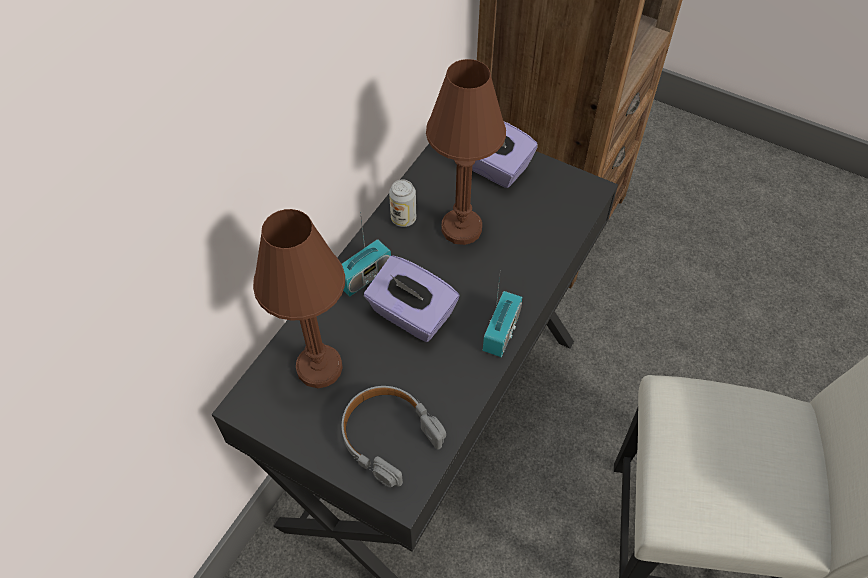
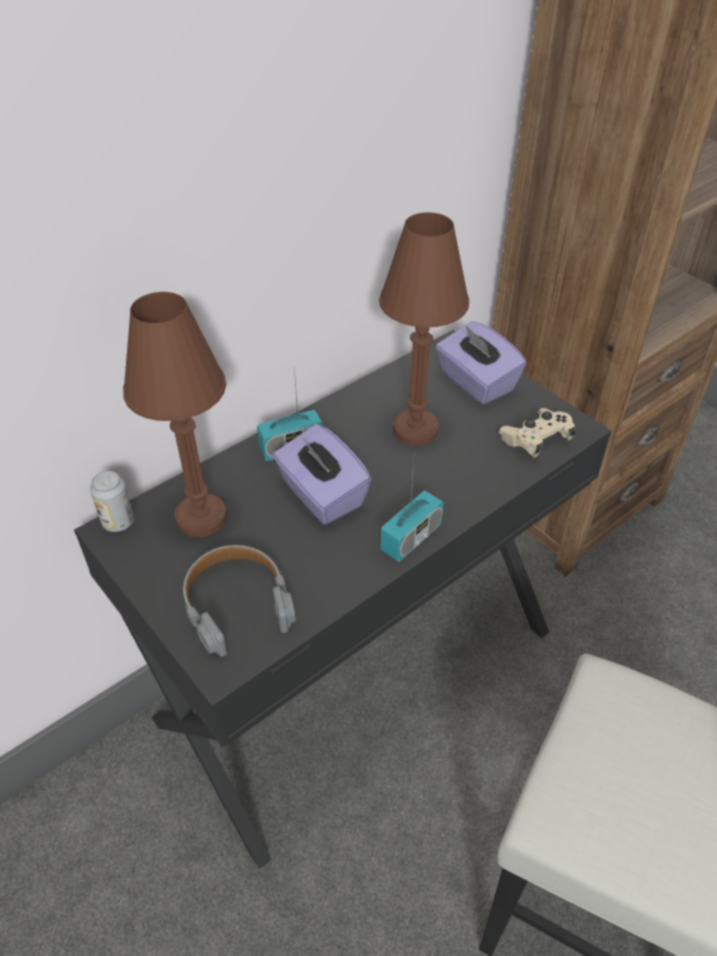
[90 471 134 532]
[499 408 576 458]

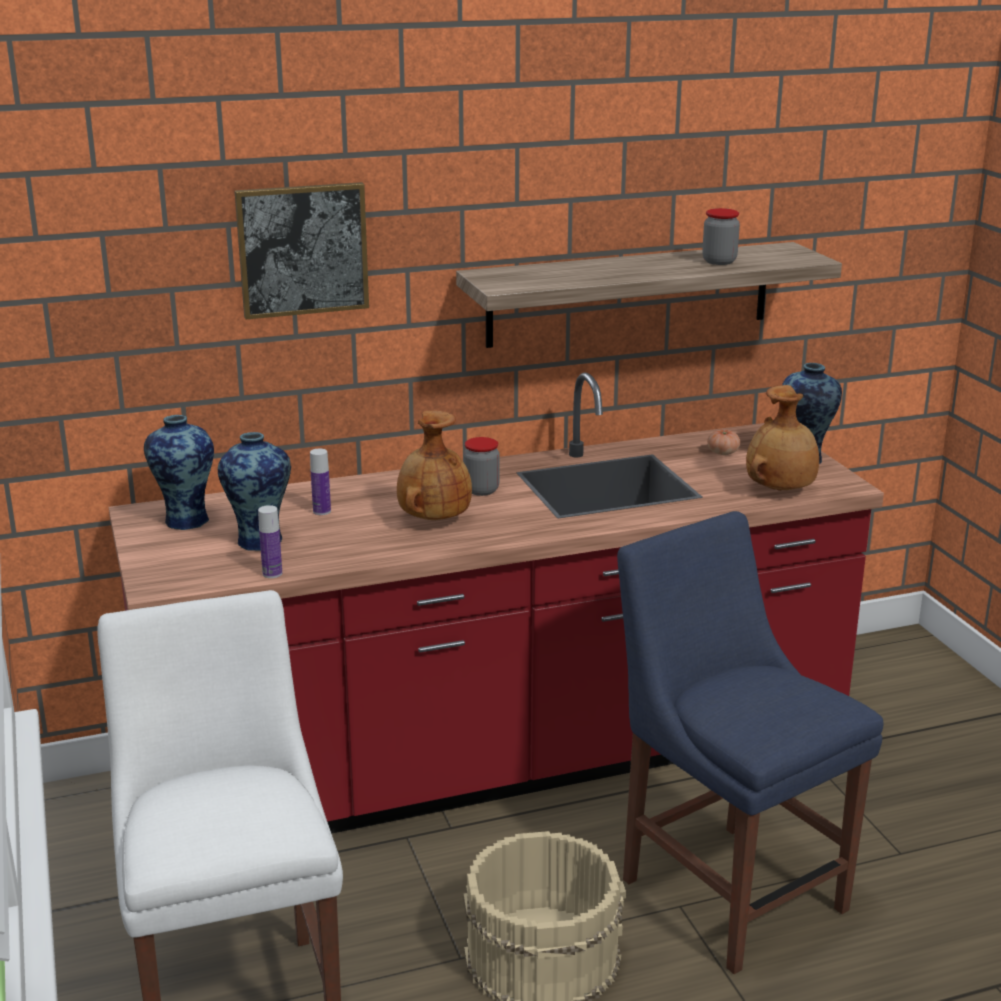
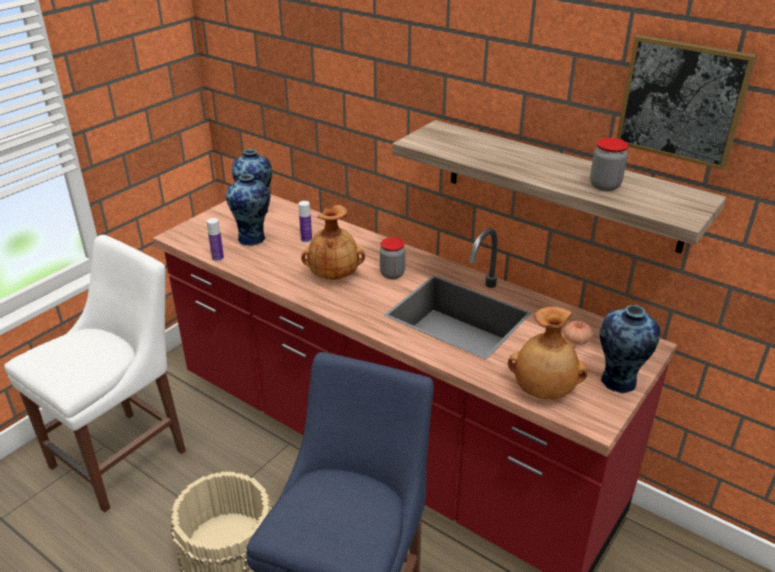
[617 35 757 170]

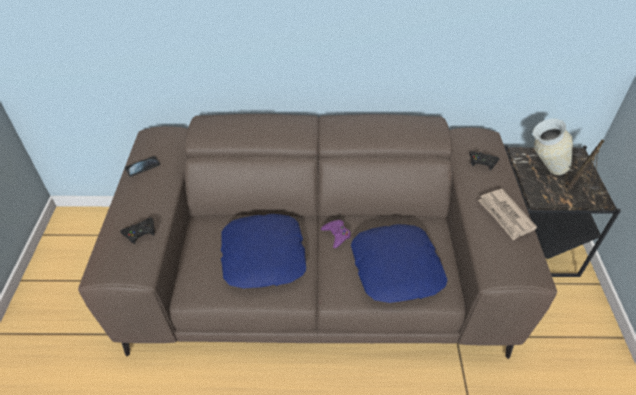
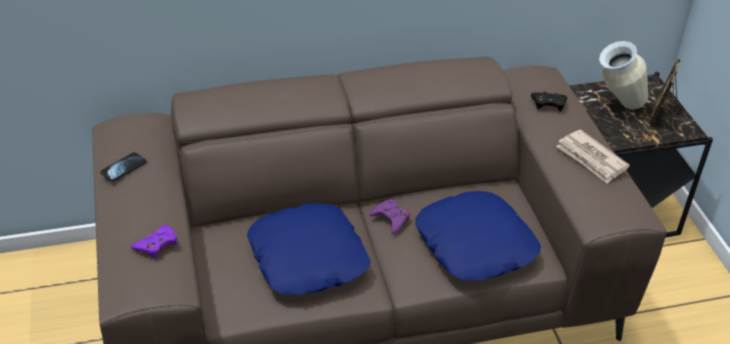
[131 225 177 259]

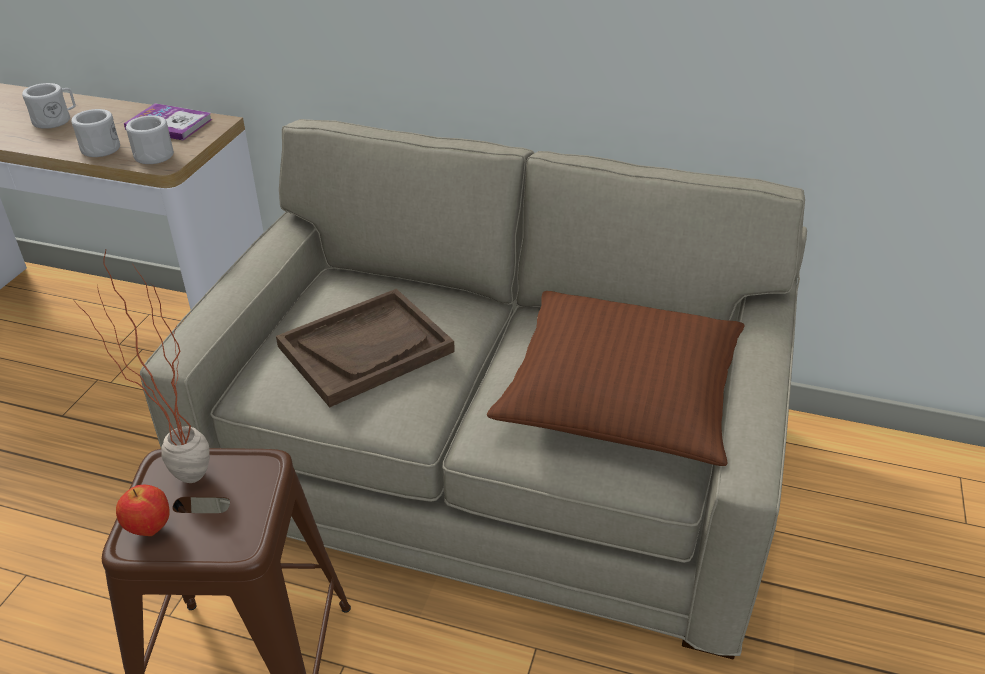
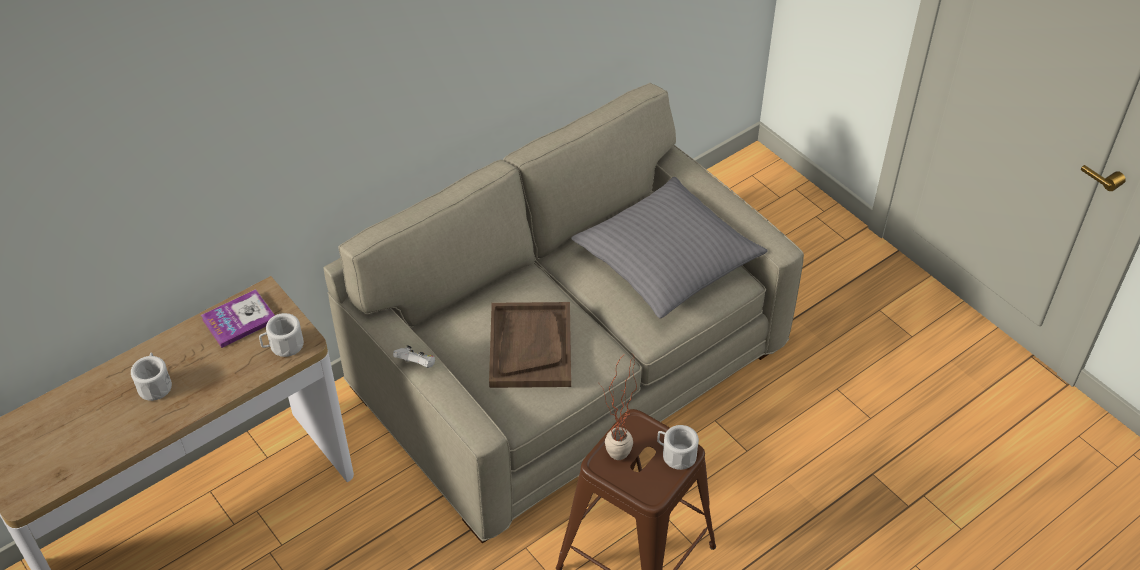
[657 425 699 470]
[571 177 768 319]
[116 484 170 536] (first image)
[393 345 435 368]

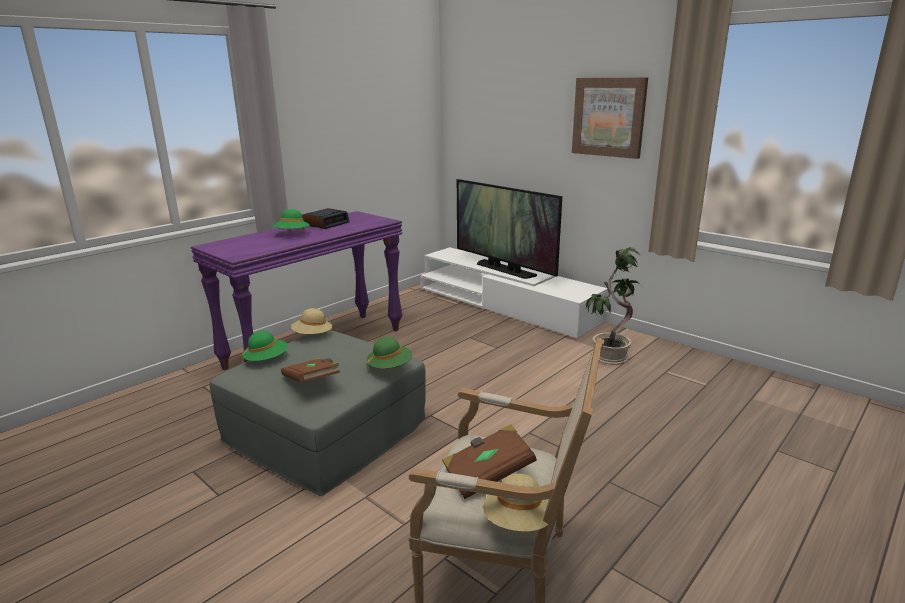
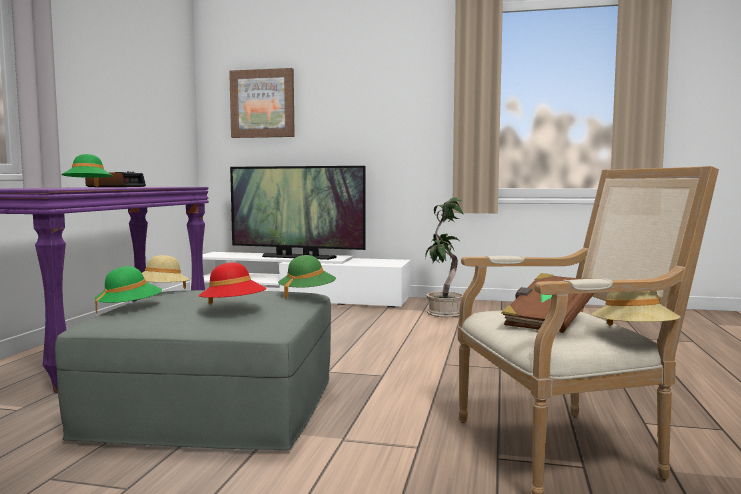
[229 68 295 138]
[199 263 267 305]

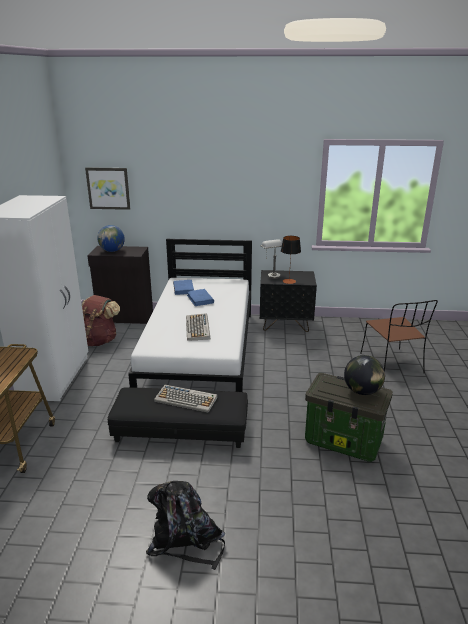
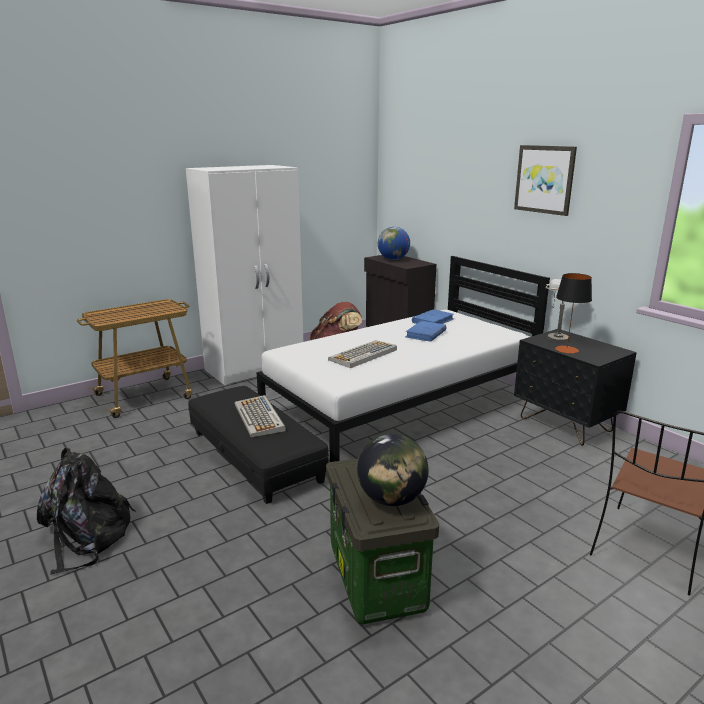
[514 145 577 216]

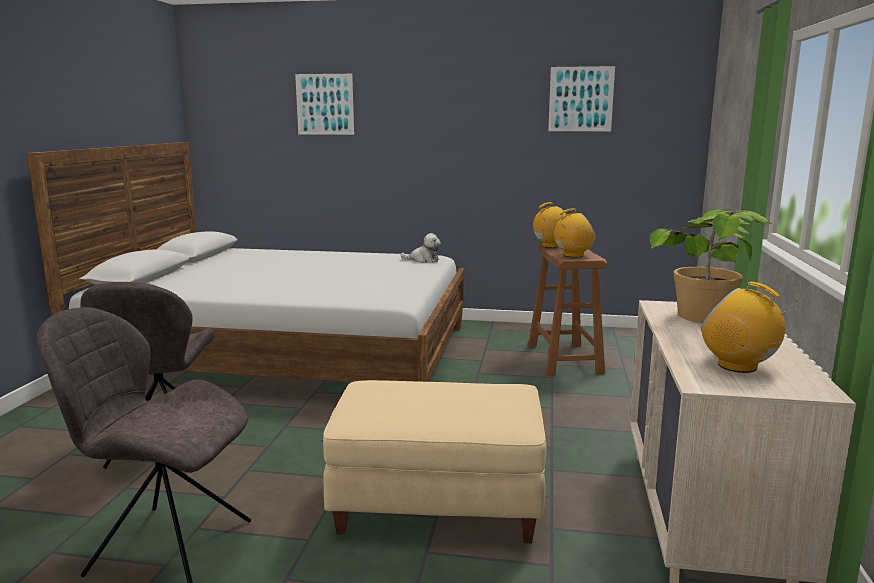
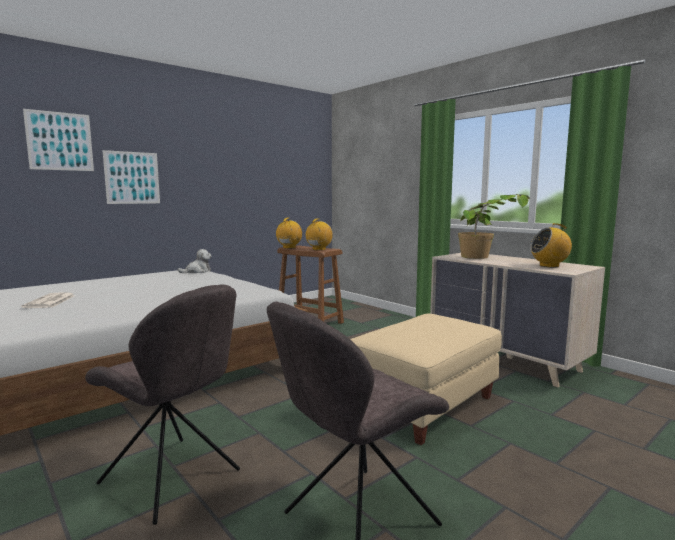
[102 150 160 204]
[21 292 76 308]

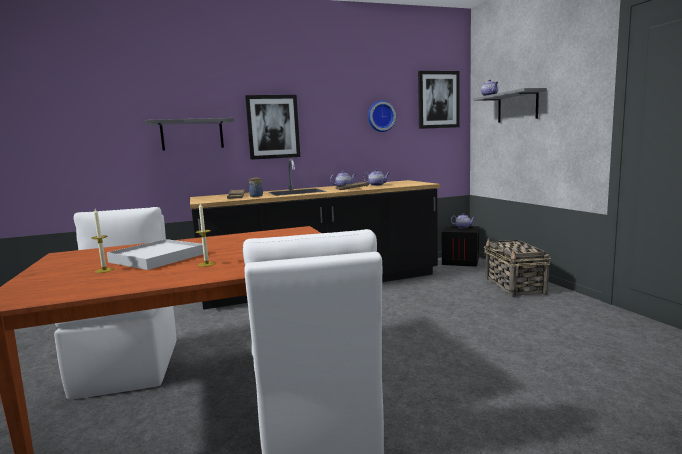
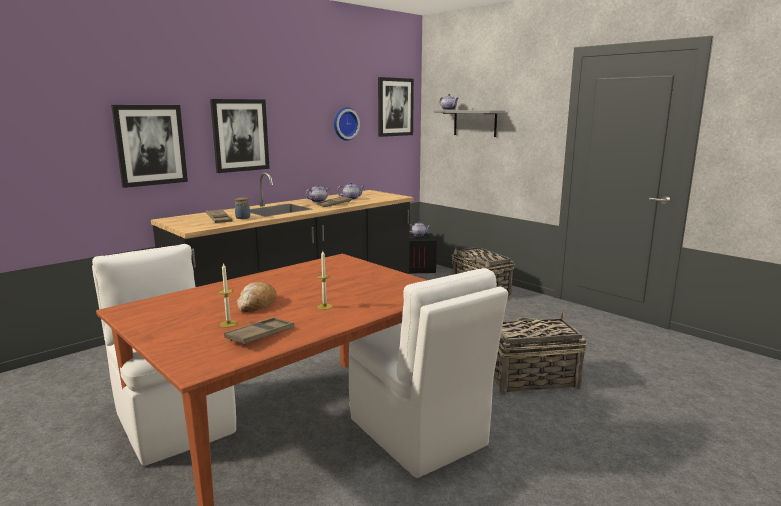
[111 105 188 188]
[237 282 277 312]
[494 313 587 395]
[224 317 294 346]

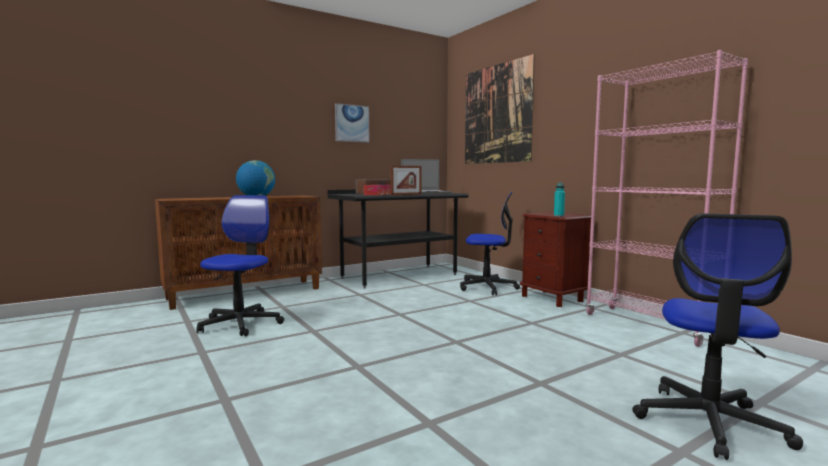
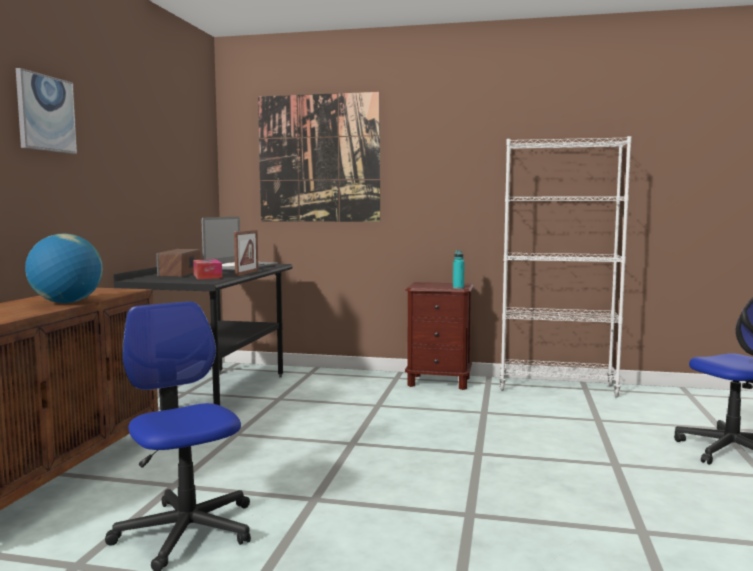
[499 136 632 398]
[16 68 77 154]
[460 191 520 295] (first image)

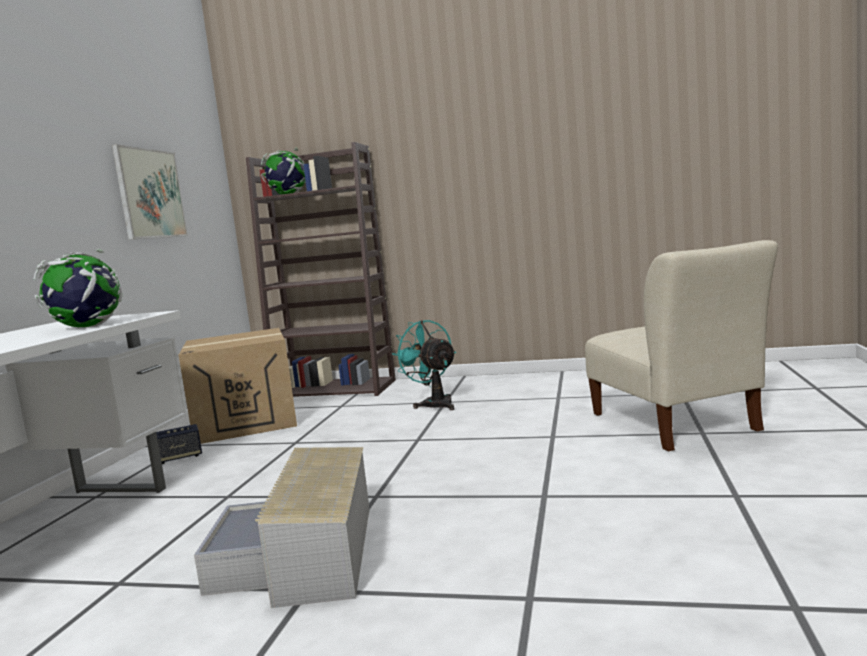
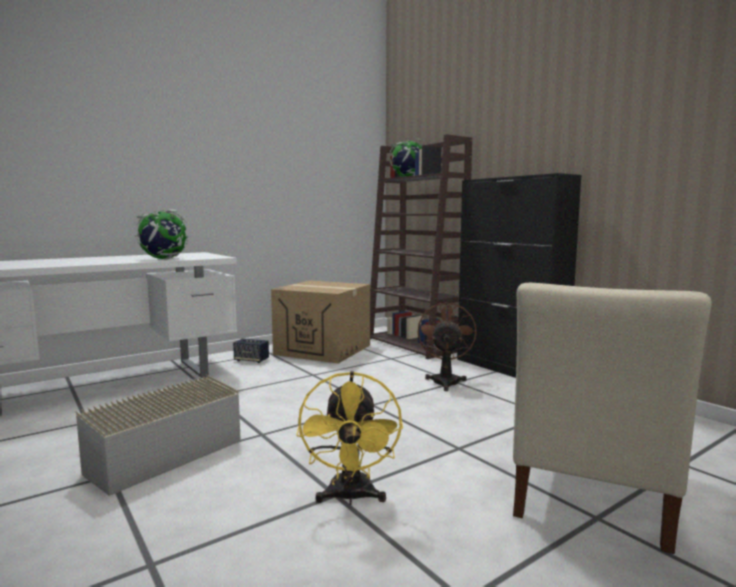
[112 144 188 240] (first image)
[418 302 477 391]
[457 173 581 378]
[296 371 403 505]

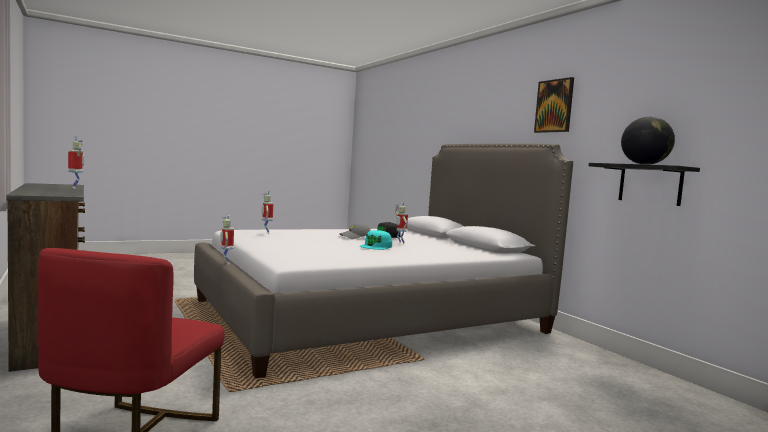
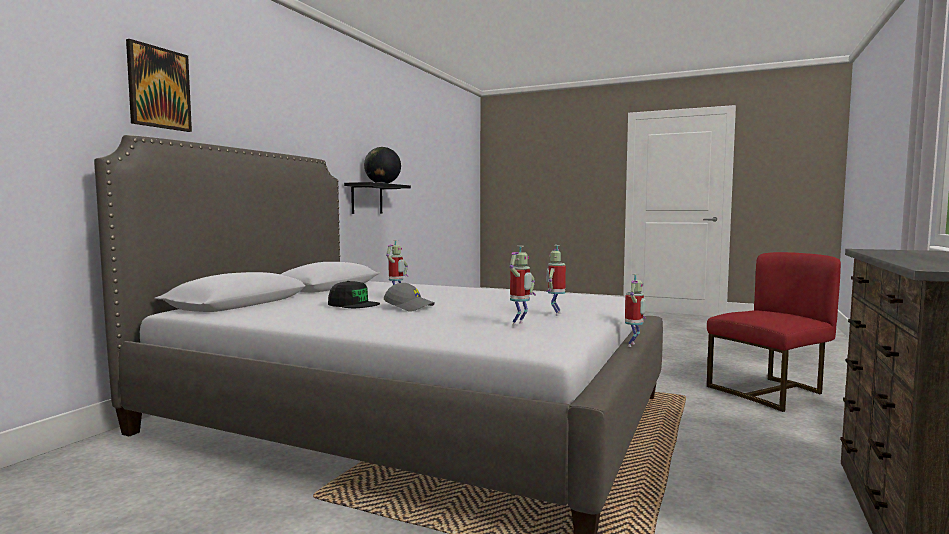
[126 39 192 132]
[546 245 566 316]
[360 230 392 250] (first image)

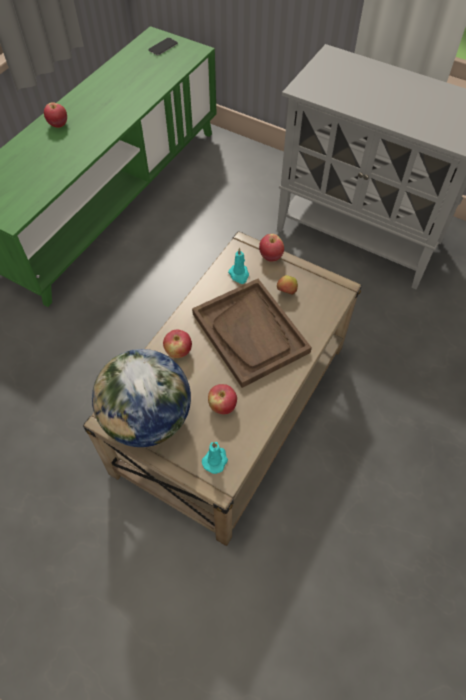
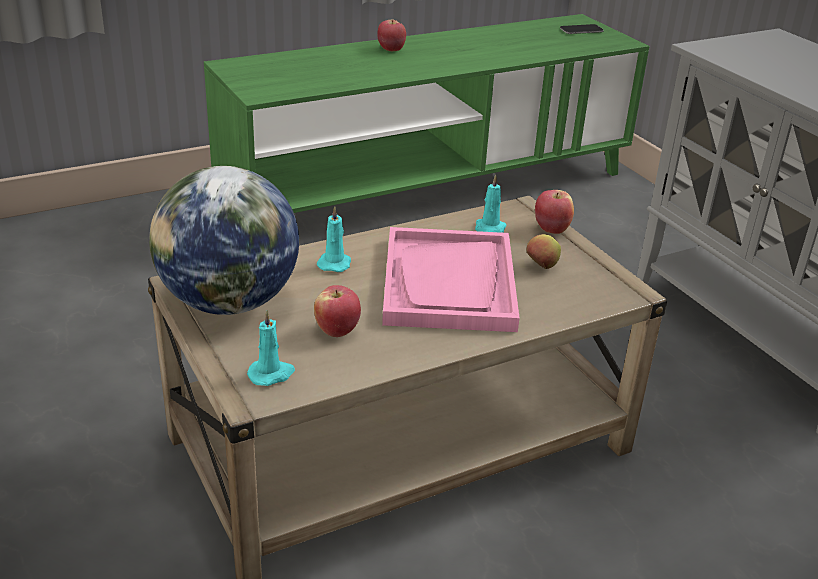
[382 227 520 332]
[317 206 351 272]

